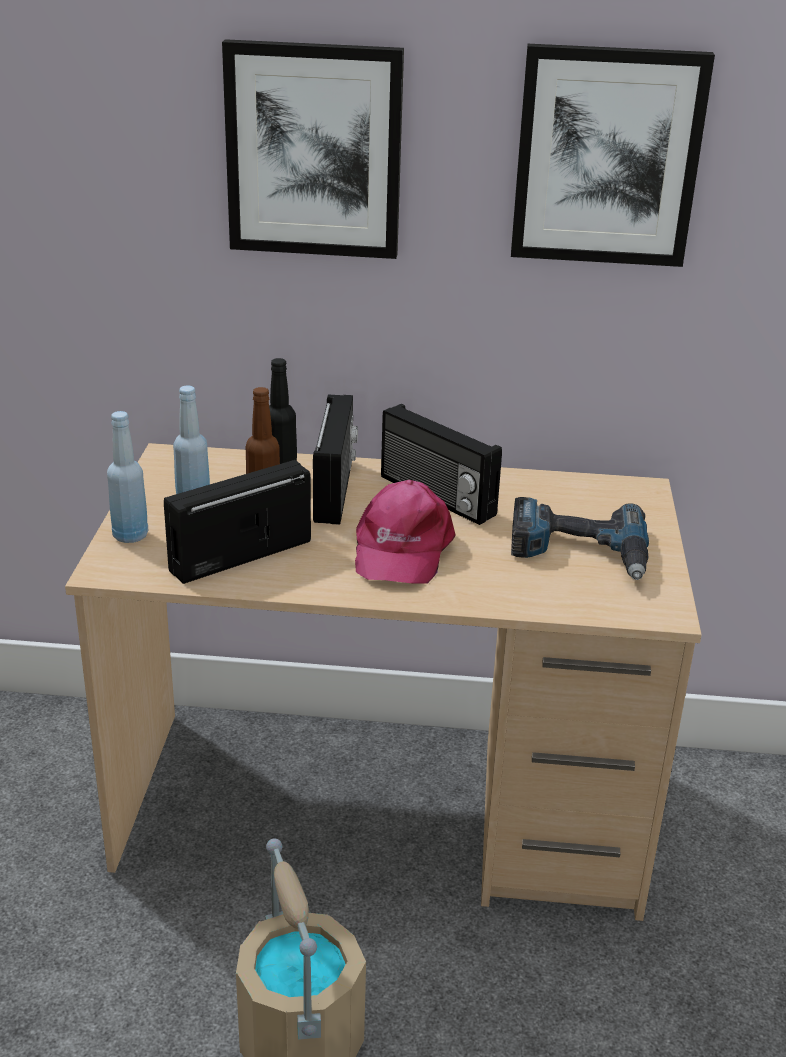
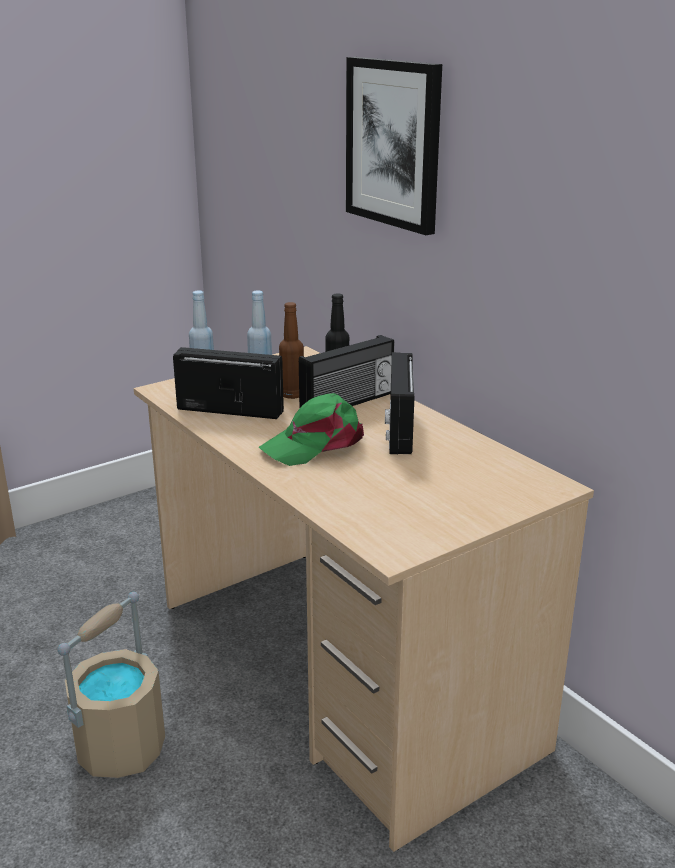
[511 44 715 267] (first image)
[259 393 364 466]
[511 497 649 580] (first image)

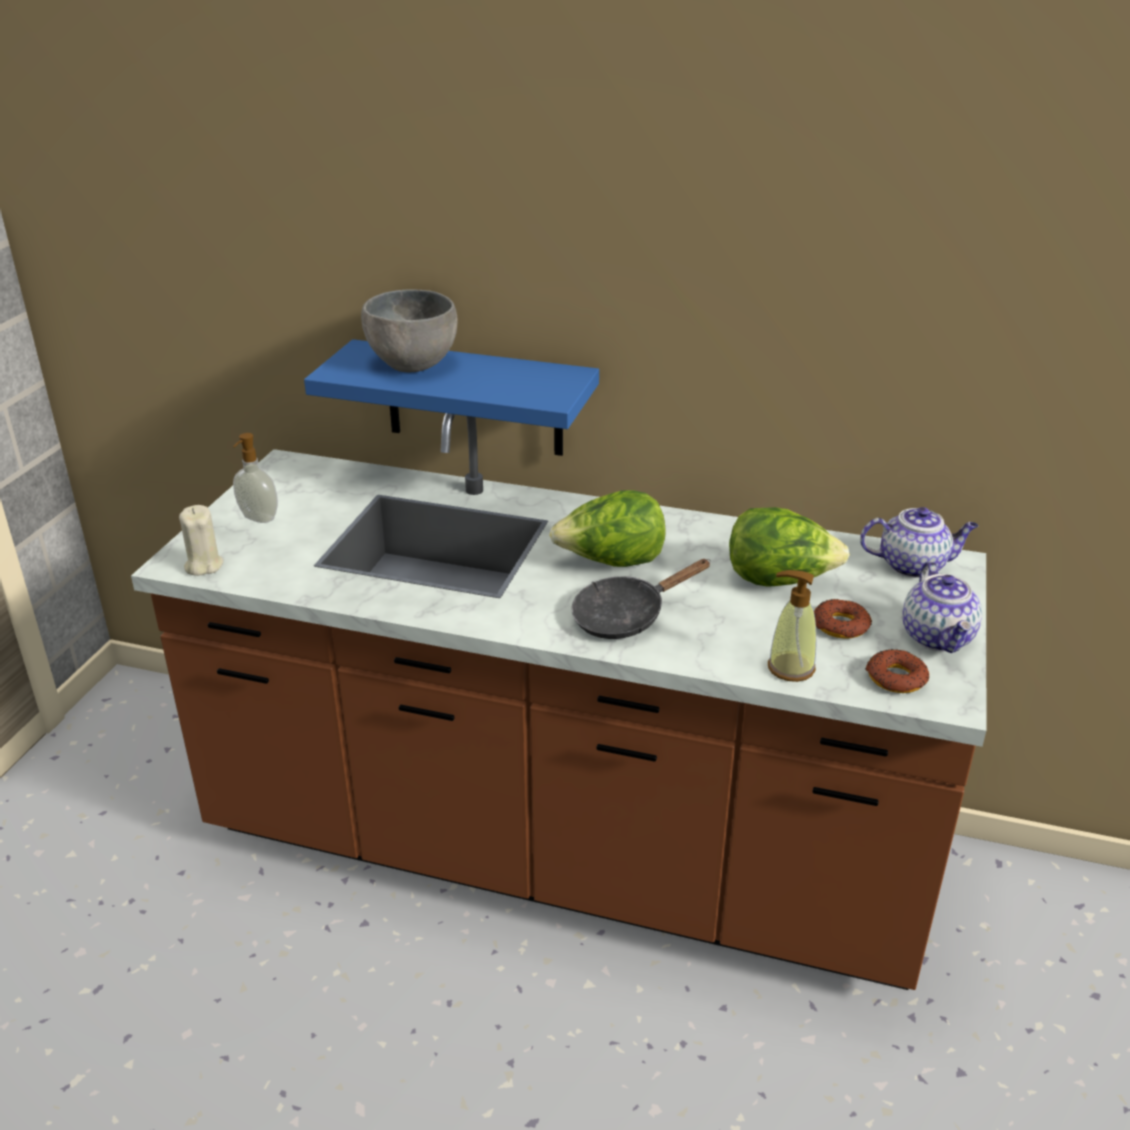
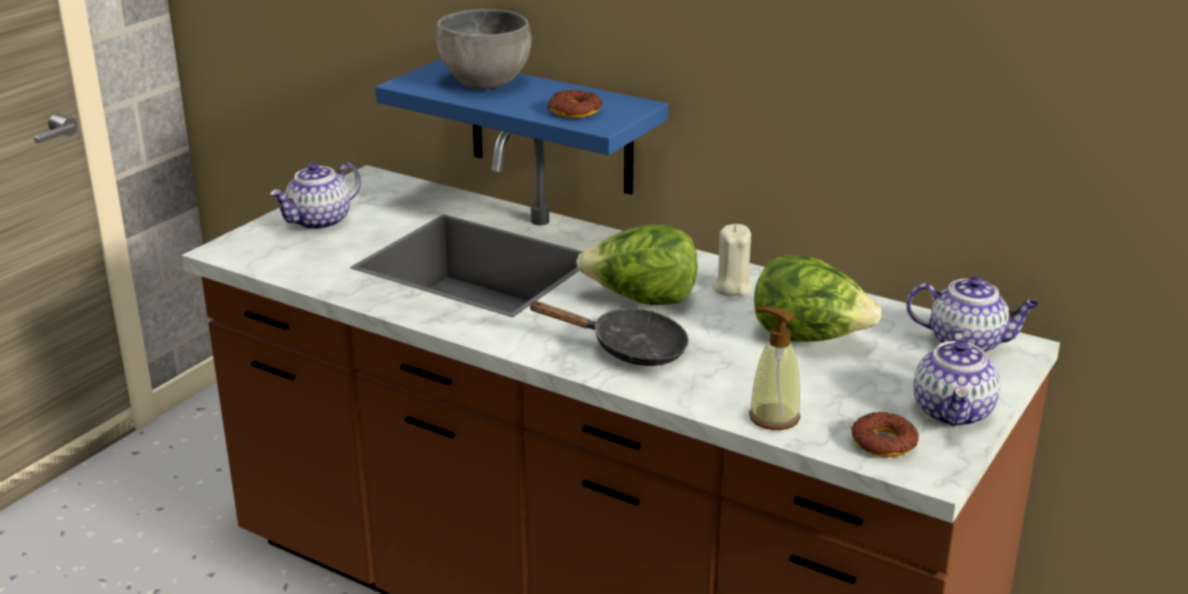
[270 163 361 230]
[712 224 752 296]
[528 301 689 366]
[547 90 602 118]

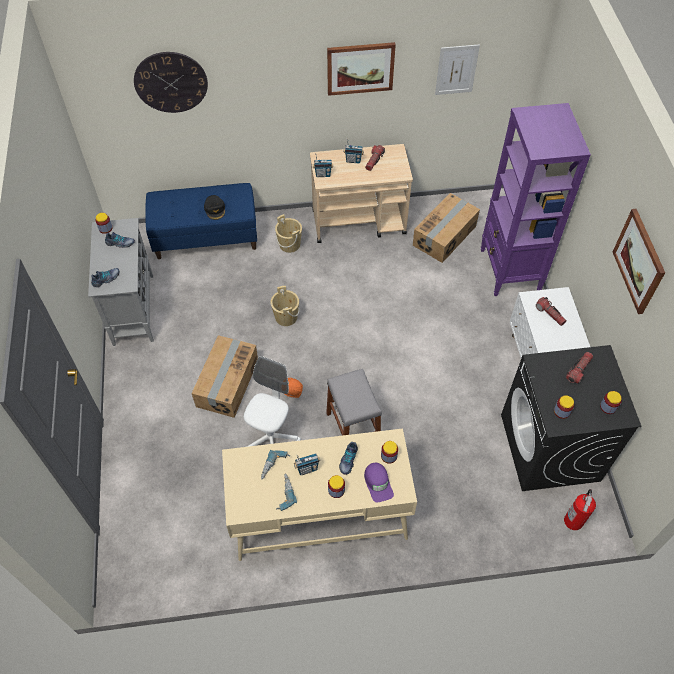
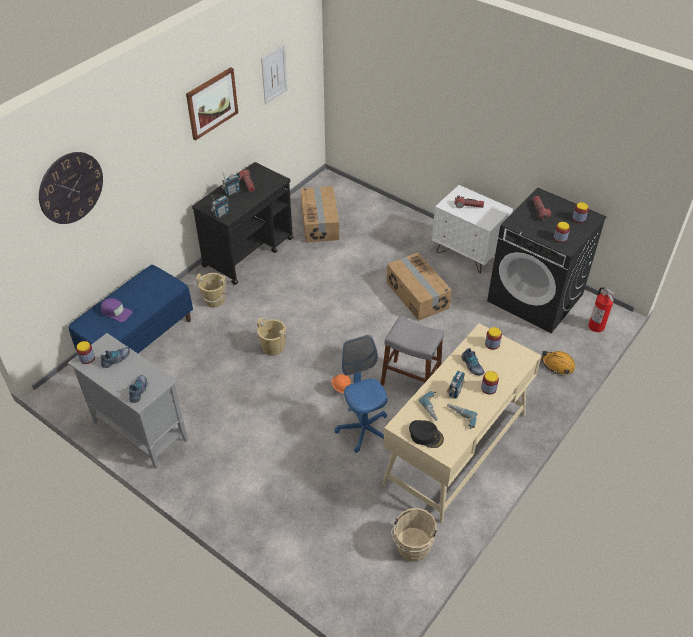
[481 103 591 296] (first image)
[192 162 293 285]
[409 420 444 448]
[613 209 665 314] (first image)
[387 253 452 321]
[334 335 388 453]
[101 298 133 322]
[542 351 575 375]
[391 508 438 562]

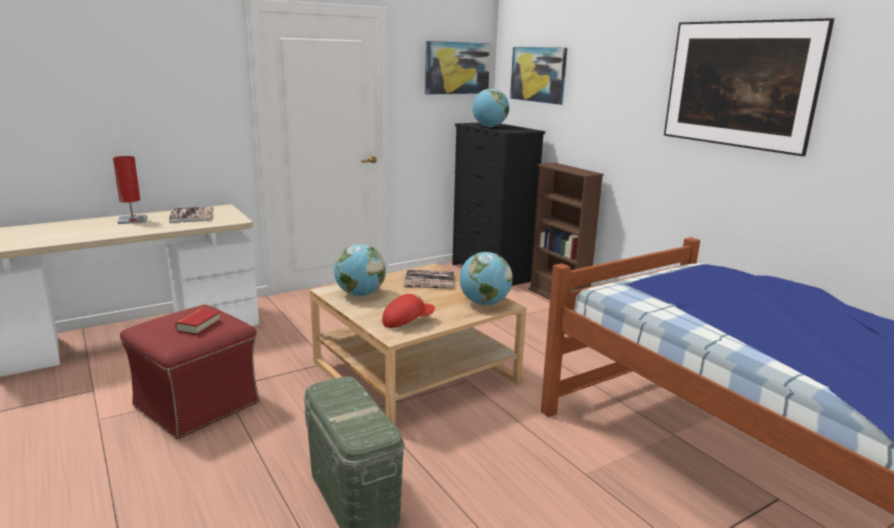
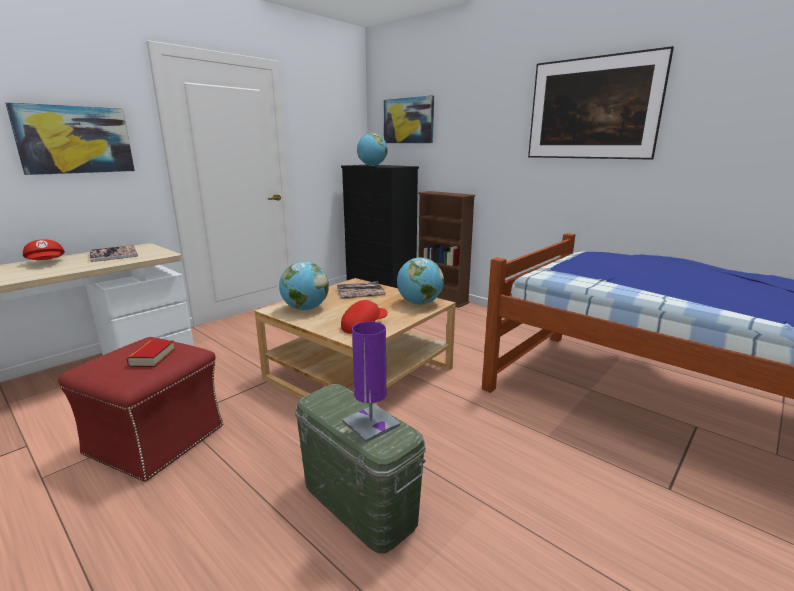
[5 102 135 175]
[23 239 65 260]
[342 321 400 442]

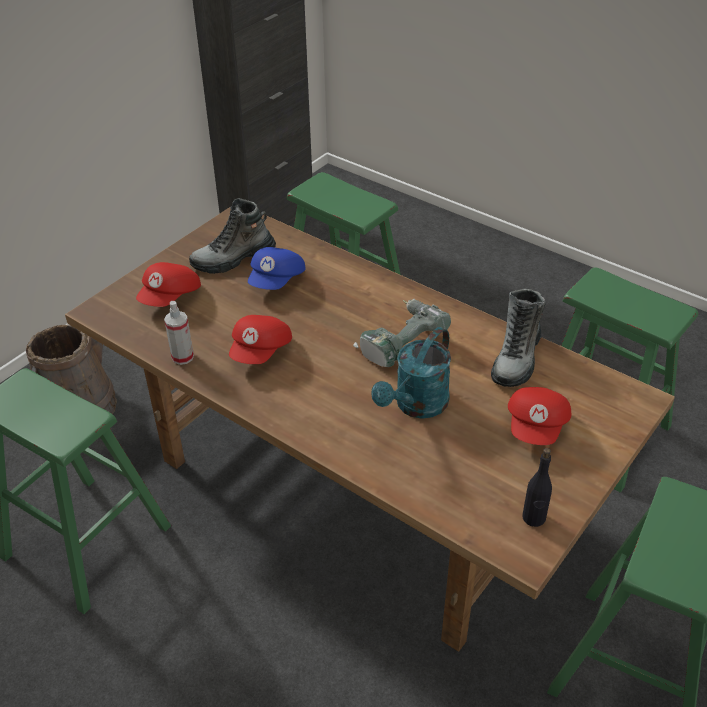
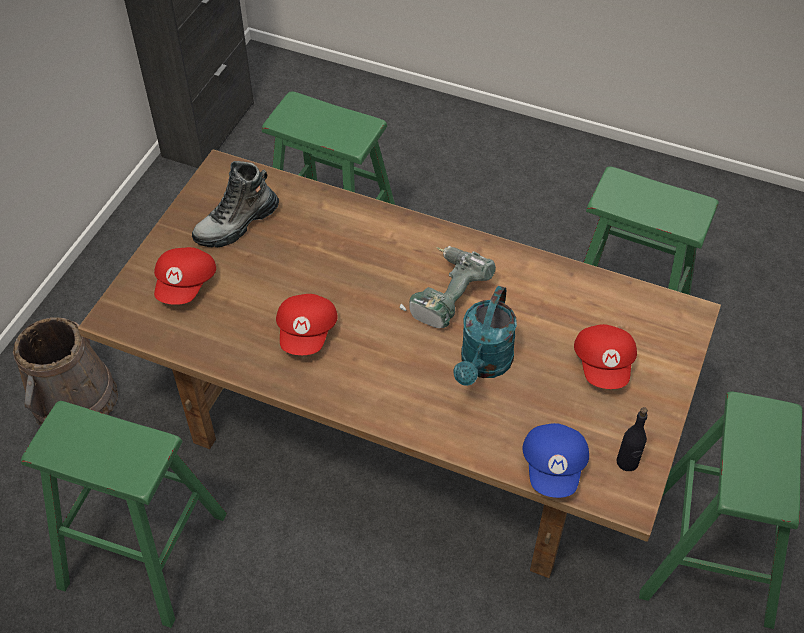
[523 423 589 498]
[491 289 546 387] (first image)
[164 301 194 365] (first image)

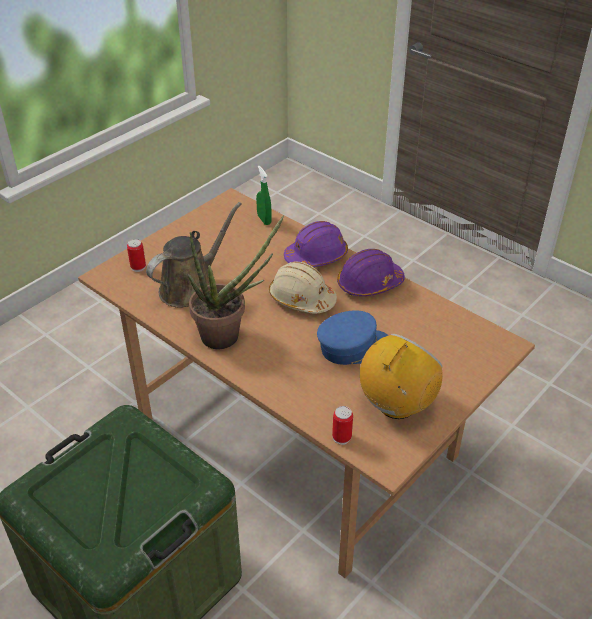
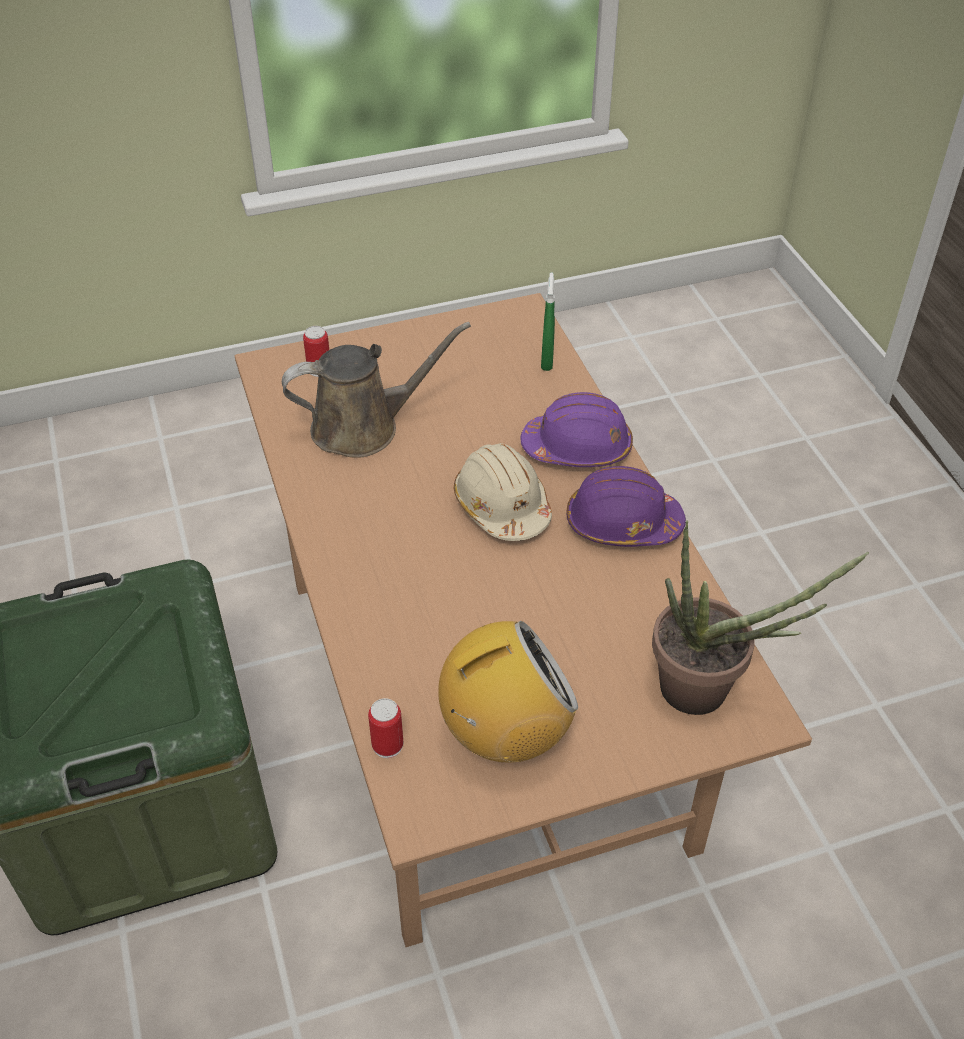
[652 521 869 715]
[317 310 388 365] (first image)

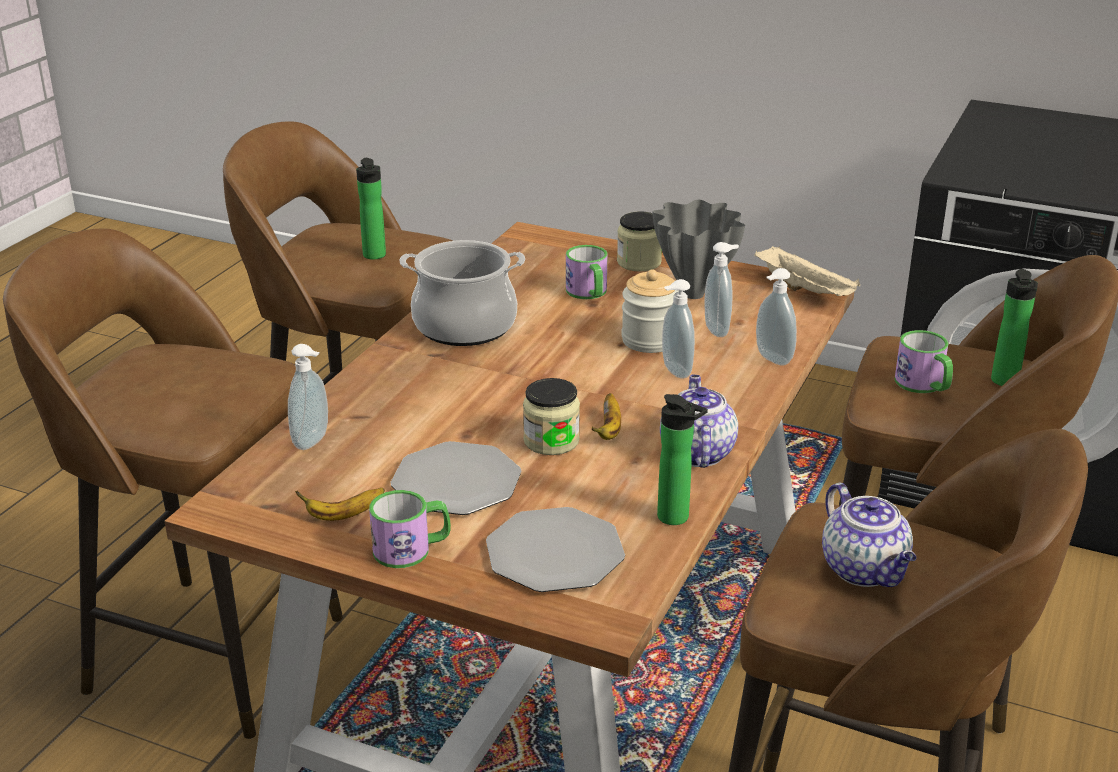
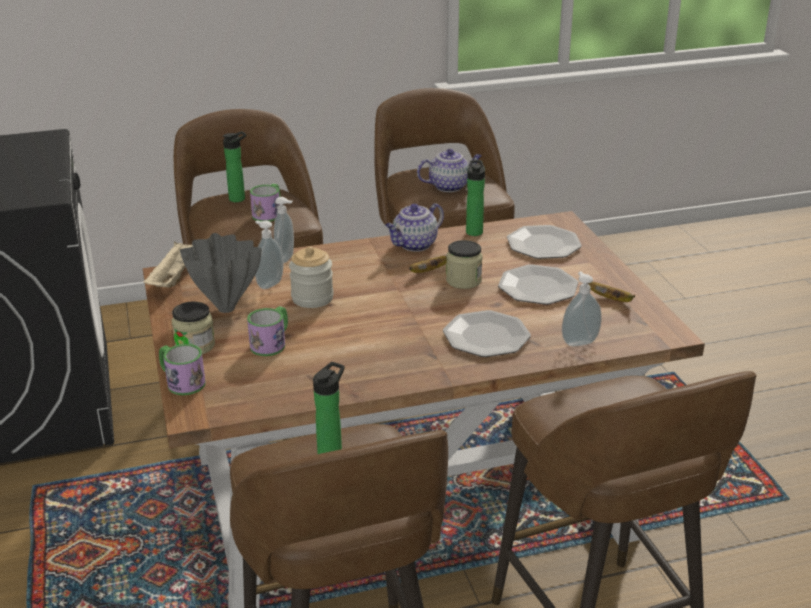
[399 240 525 346] (first image)
[662 279 695 379] (first image)
[417 149 482 192]
[159 344 205 395]
[443 310 531 357]

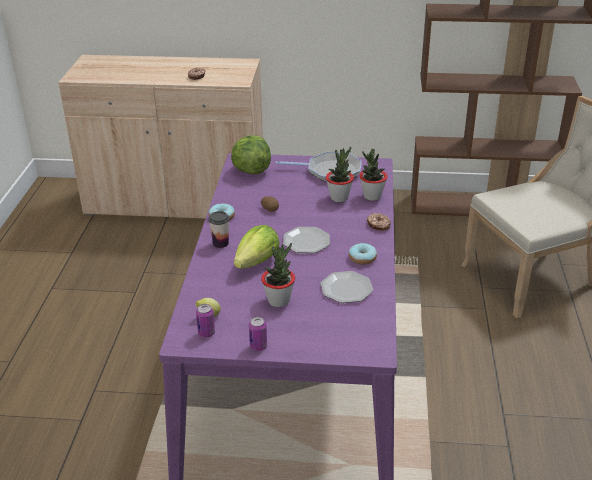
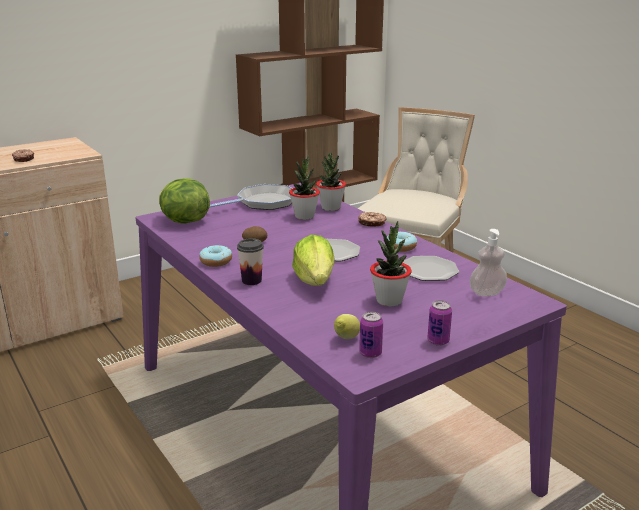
[470 229 507 296]

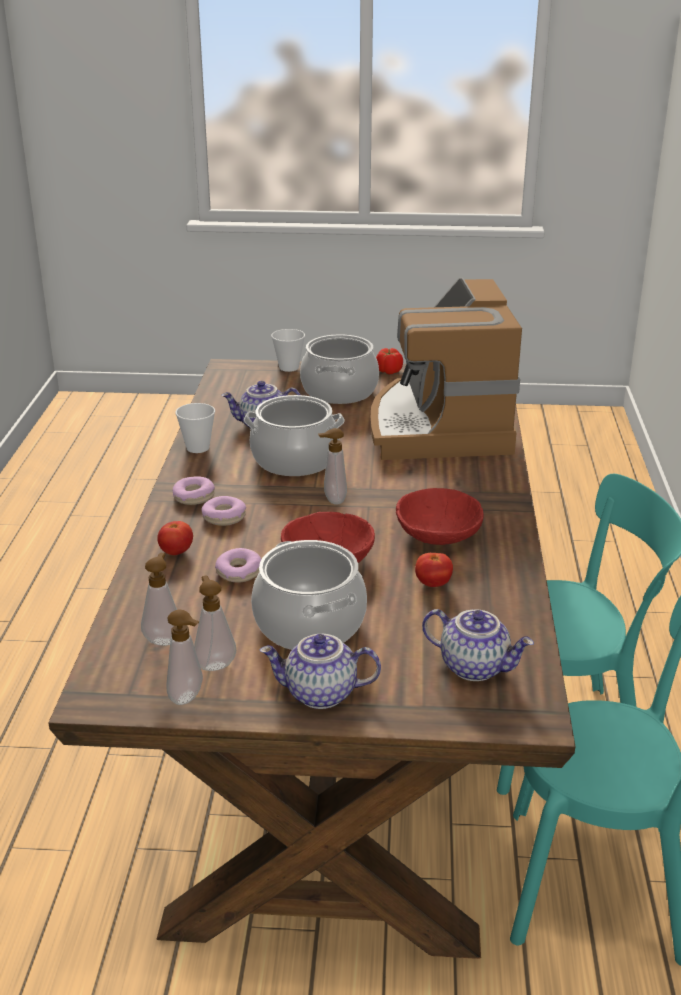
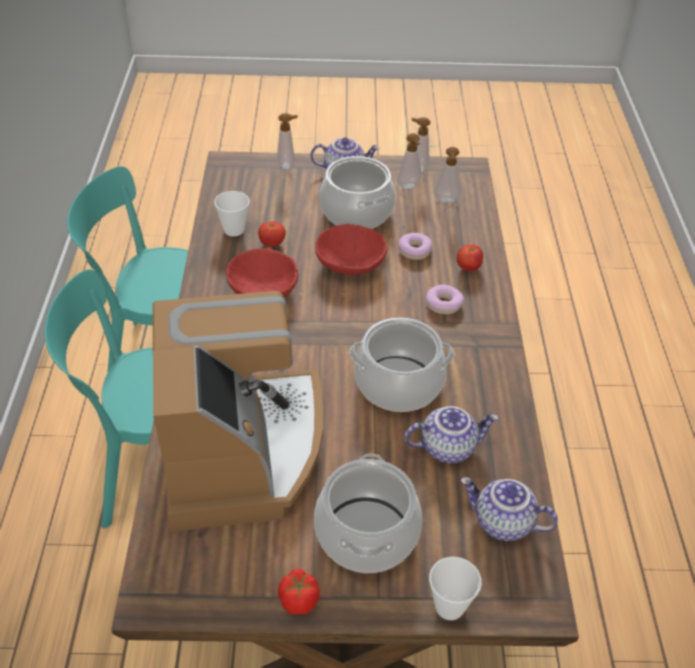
[214 191 250 237]
[277 113 298 170]
[173 476 215 505] (first image)
[461 477 558 541]

